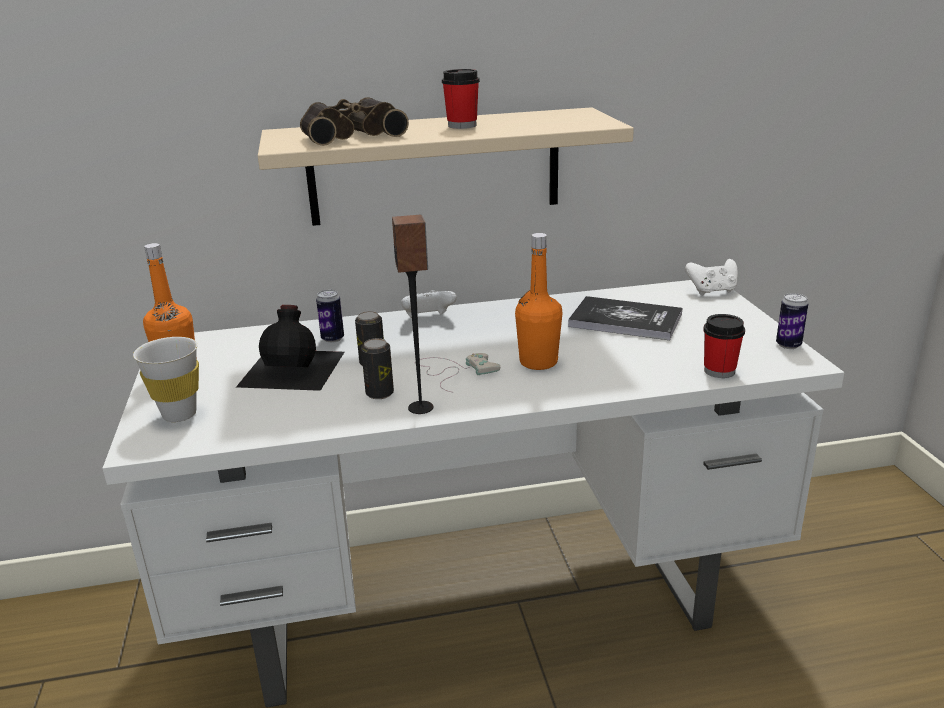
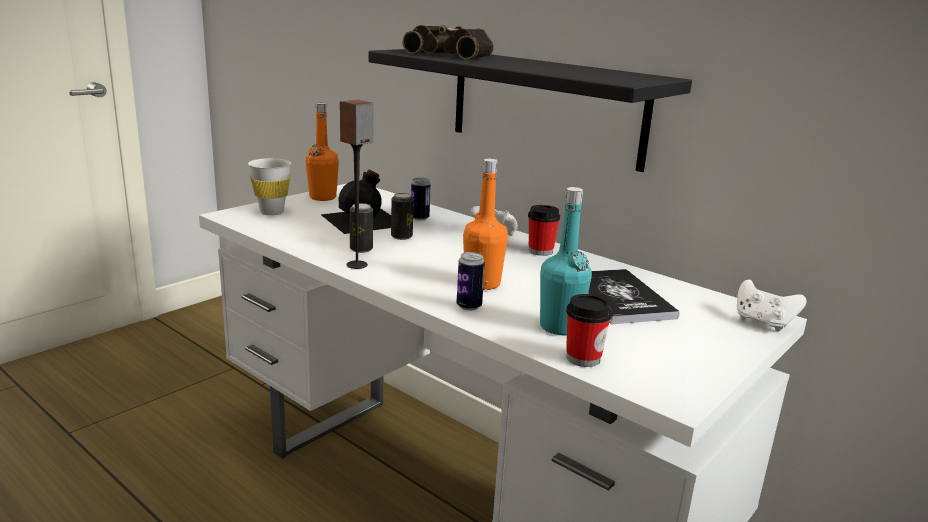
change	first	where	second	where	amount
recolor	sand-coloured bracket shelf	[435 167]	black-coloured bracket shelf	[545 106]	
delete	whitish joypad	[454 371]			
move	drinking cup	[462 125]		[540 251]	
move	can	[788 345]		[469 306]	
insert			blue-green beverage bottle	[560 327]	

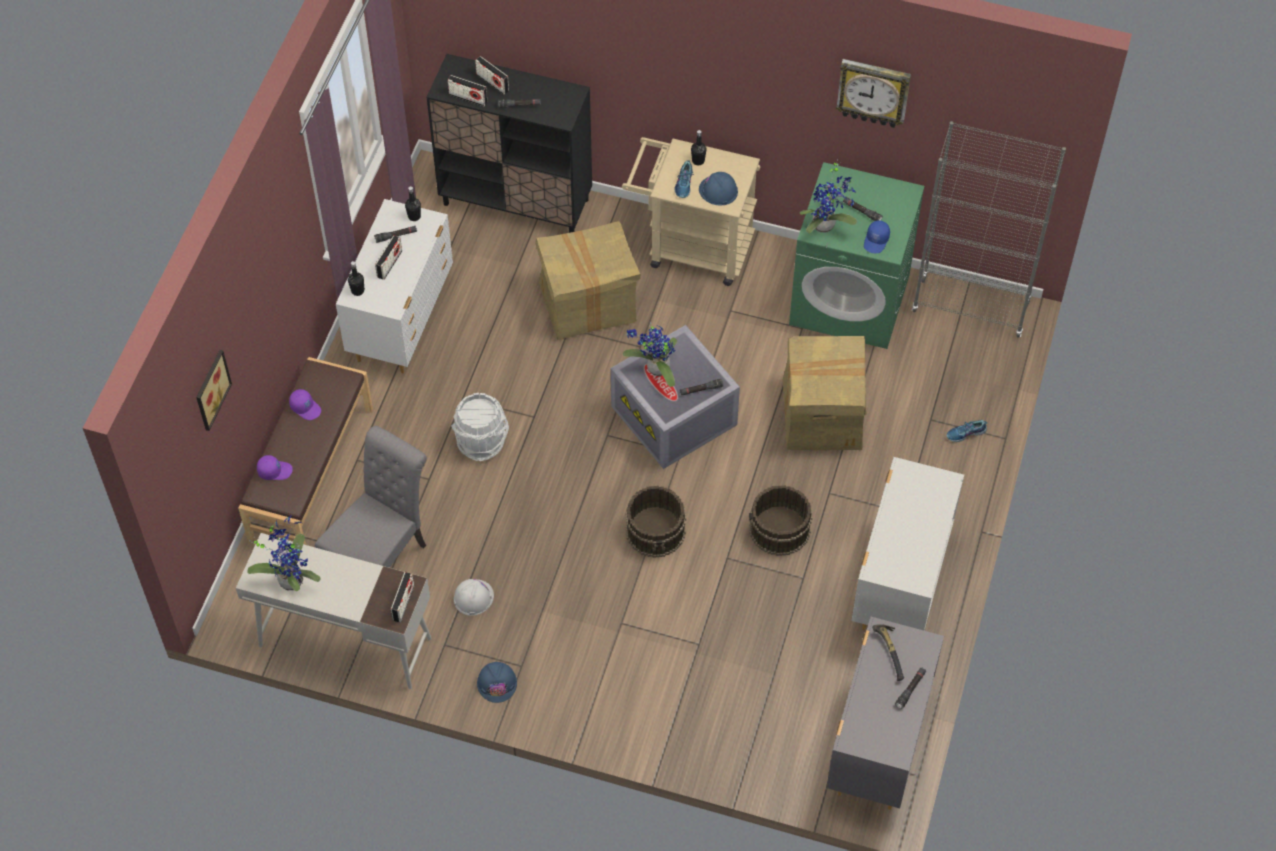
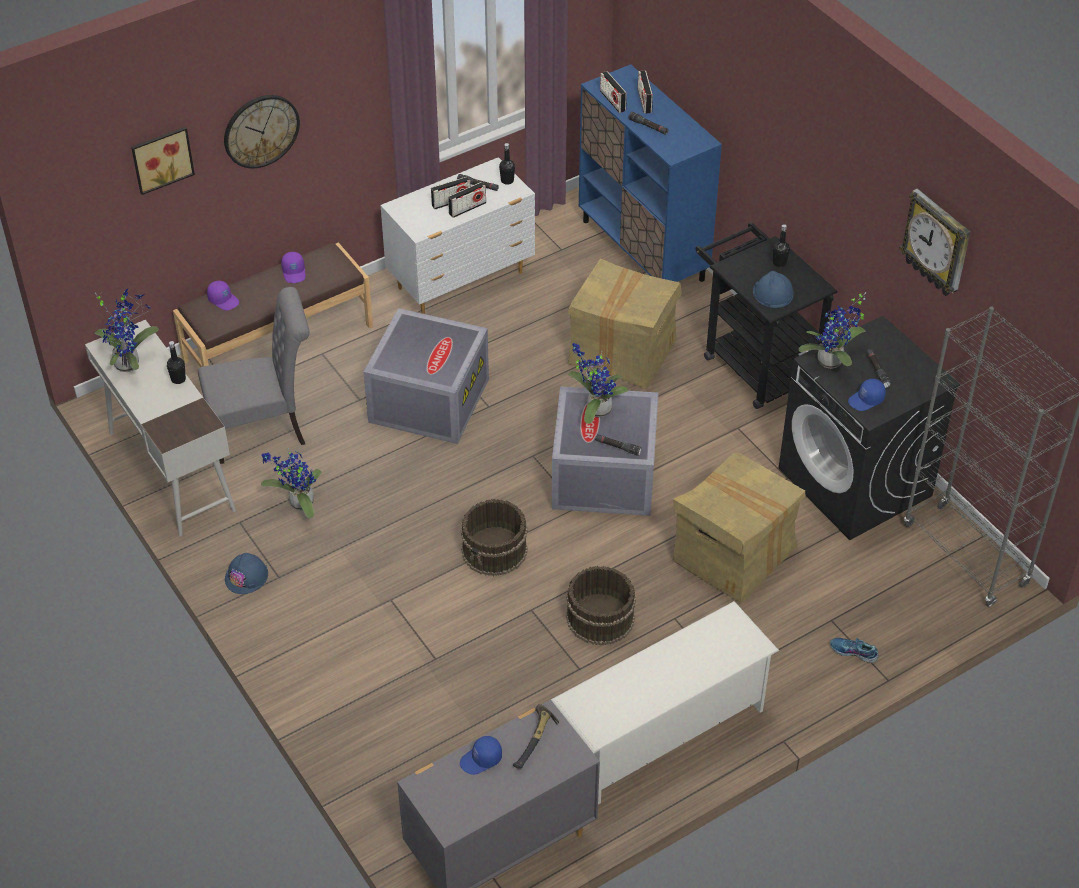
change	first	where	second	where	amount
move	black-coloured beverage bottle	[357 291]		[178 379]	
move	radio set	[403 603]		[467 208]	
recolor	black-coloured cupboard	[516 202]	blue cupboard	[643 250]	
replace	whitish pail	[481 442]	grey storage box	[428 399]	
replace	whitish work helmet	[473 597]	houseplant	[298 503]	
recolor	sand-coloured wheeled cart	[691 247]	black-coloured wheeled cart	[754 362]	
delete	low shoe	[684 184]			
recolor	green laundry appliance	[850 299]	black-coloured laundry appliance	[856 482]	
replace	whitish chest of drawers	[900 584]	whitish shoe shelf	[660 732]	
delete	black-coloured hand torch	[910 689]			
insert			hanging clock	[261 130]	
insert			blue baseball cap	[481 760]	

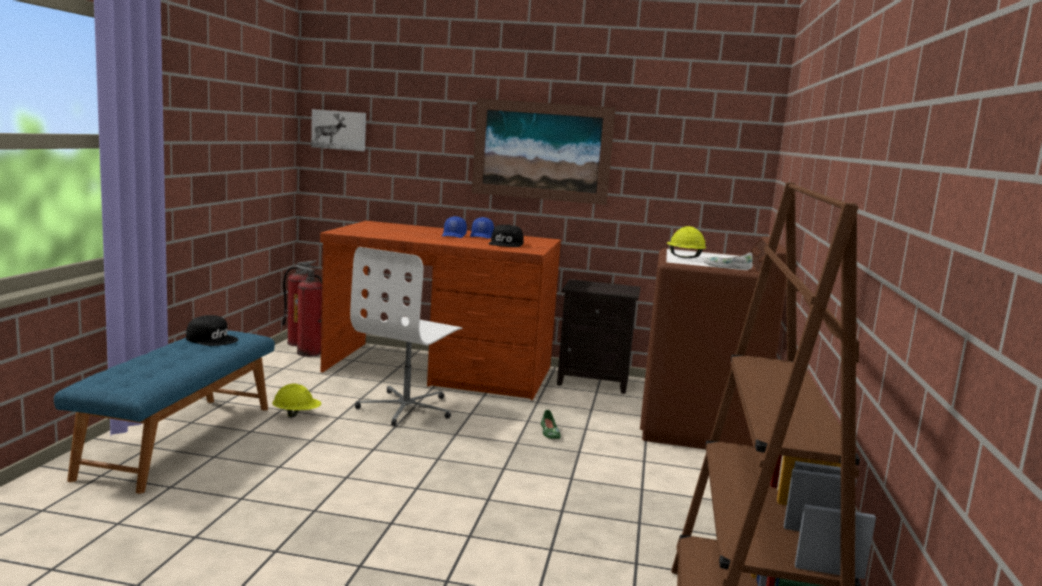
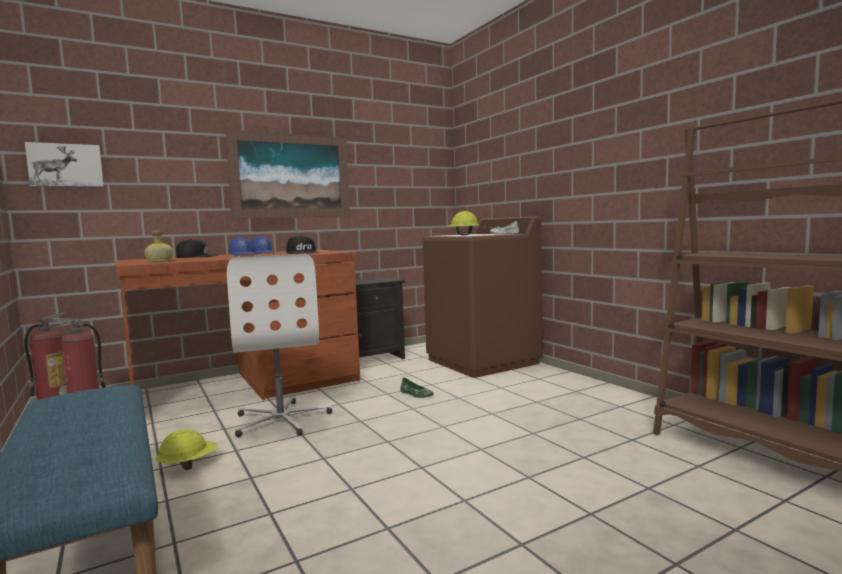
change	first	where	second	where	amount
move	black-coloured baseball cap	[212 339]		[197 256]	
insert			beverage bottle	[159 261]	

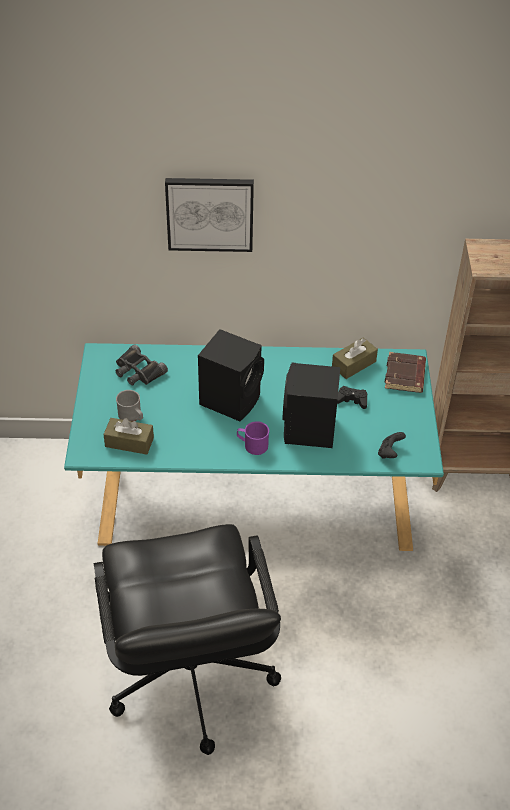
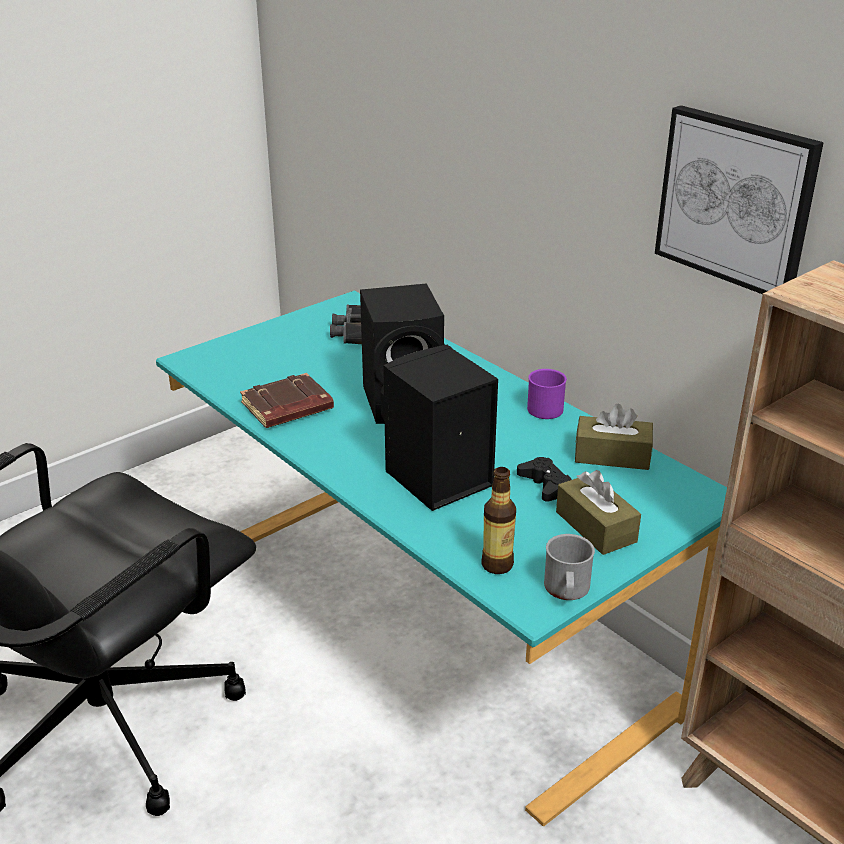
change	first	where	second	where	amount
move	brown tissue box	[129 442]		[595 527]	
move	grey coffee mug	[132 416]		[567 591]	
move	wall art	[210 213]		[736 200]	
move	purple-coloured coffee mug	[252 445]		[542 407]	
replace	black-coloured joypad	[389 453]	beverage bottle	[497 565]	
move	brown bound book	[405 376]		[287 408]	

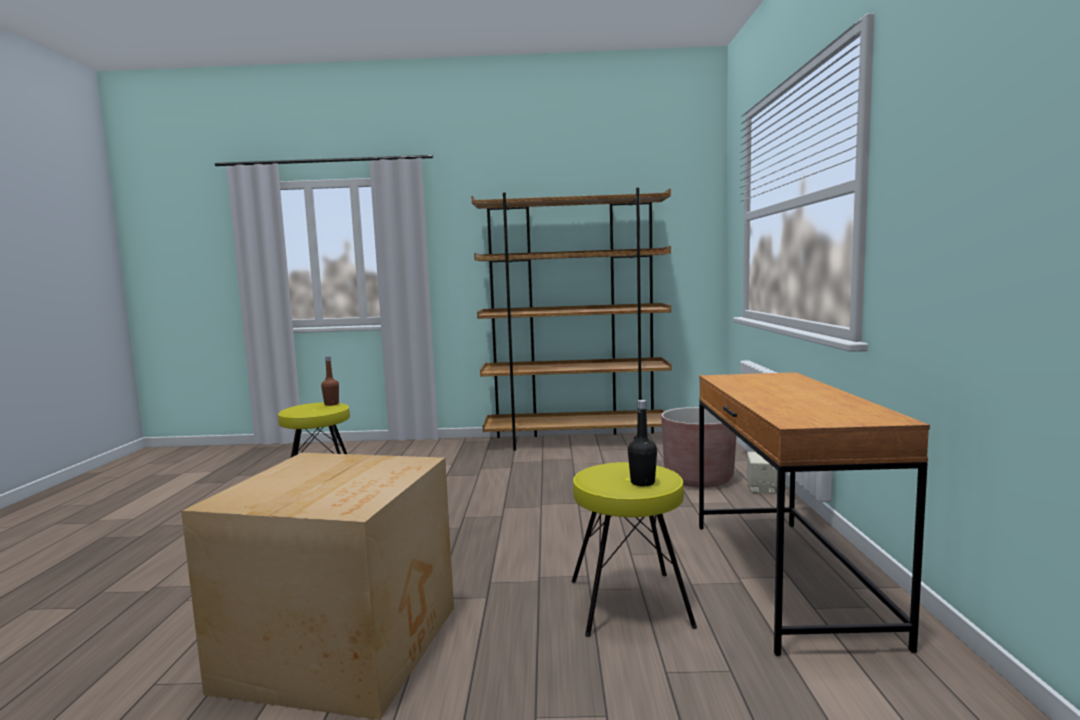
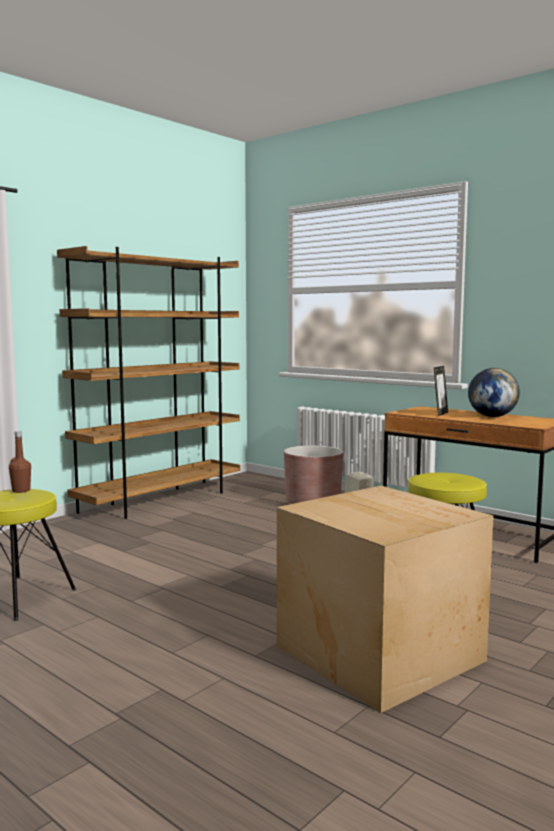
change	first	where	second	where	amount
delete	black-coloured beverage bottle	[642 483]			
insert			picture frame	[440 414]	
insert			world globe	[492 416]	

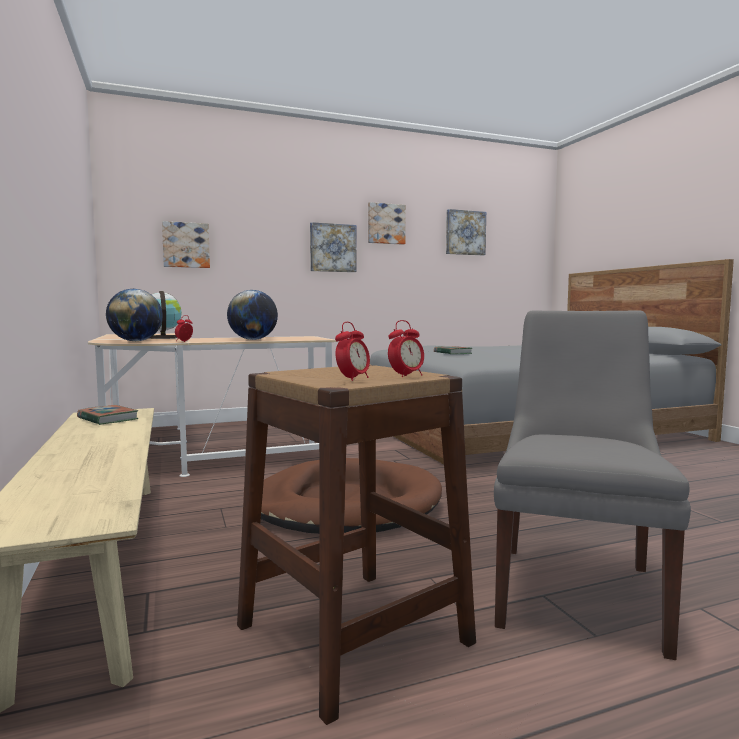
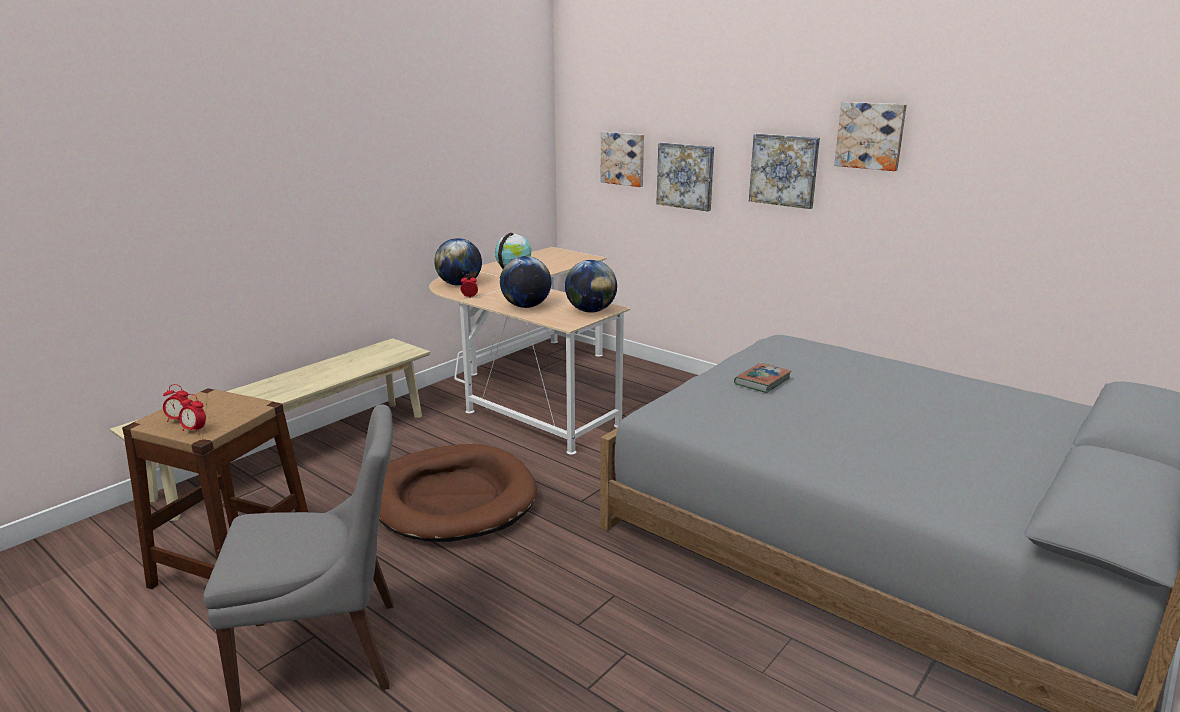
change	first	where	second	where	amount
delete	bound book	[107 419]			
move	wall art	[465 233]		[685 176]	
insert			world globe	[591 311]	

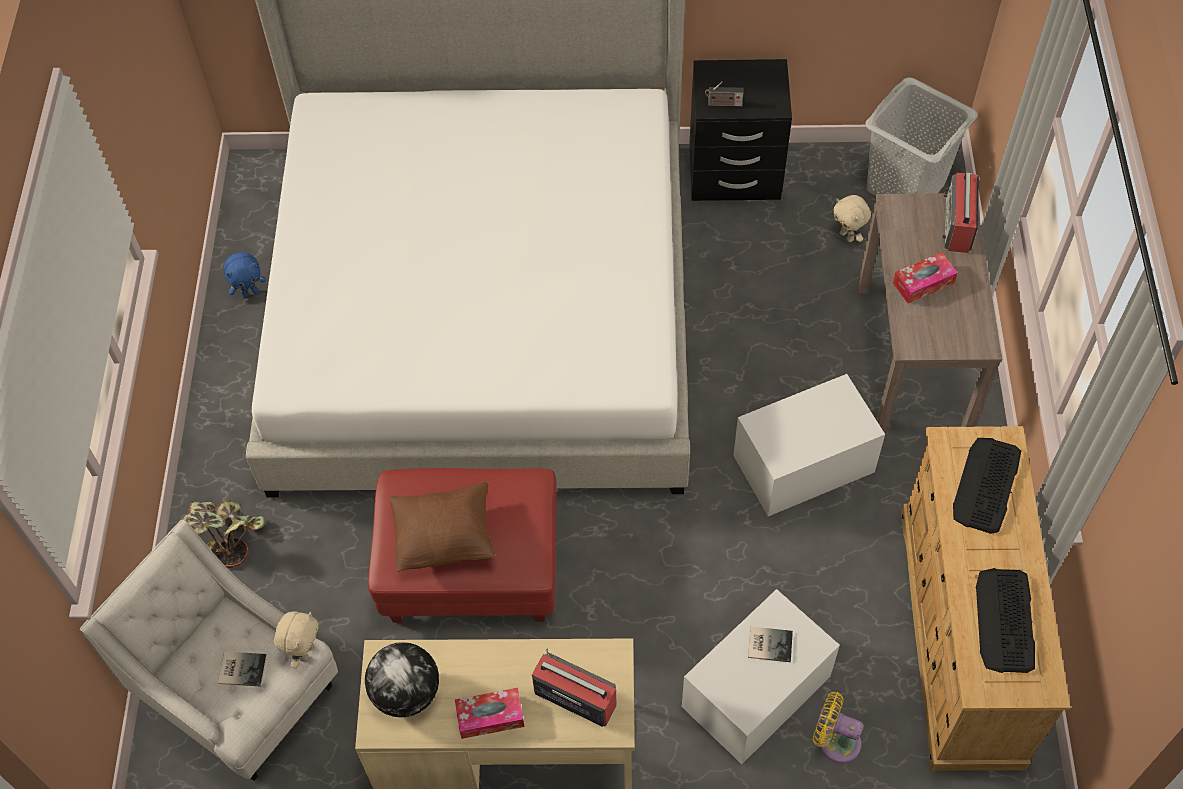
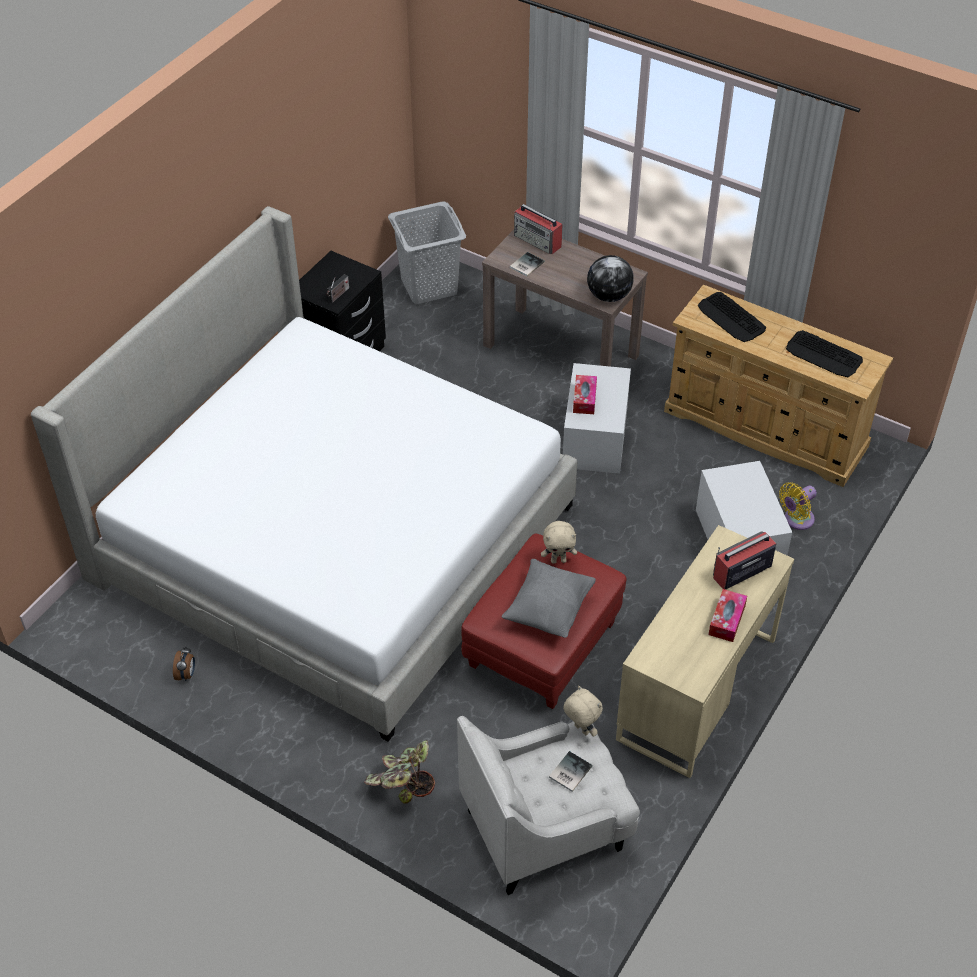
change	first	where	second	where	amount
replace	blue cuddly toy	[250 292]	bedside clock	[186 674]	
move	world globe	[406 693]		[609 296]	
recolor	brown cushion	[445 538]	grey cushion	[549 610]	
move	bound book	[769 643]		[525 265]	
move	sand-coloured cuddly toy	[847 236]		[558 560]	
move	tissue box	[923 283]		[584 399]	

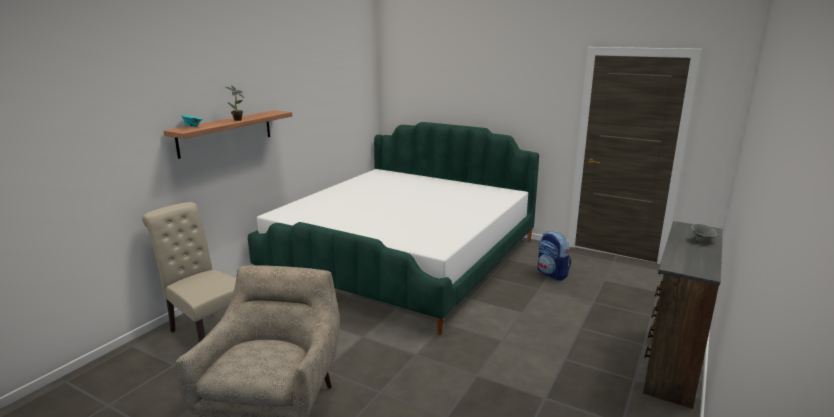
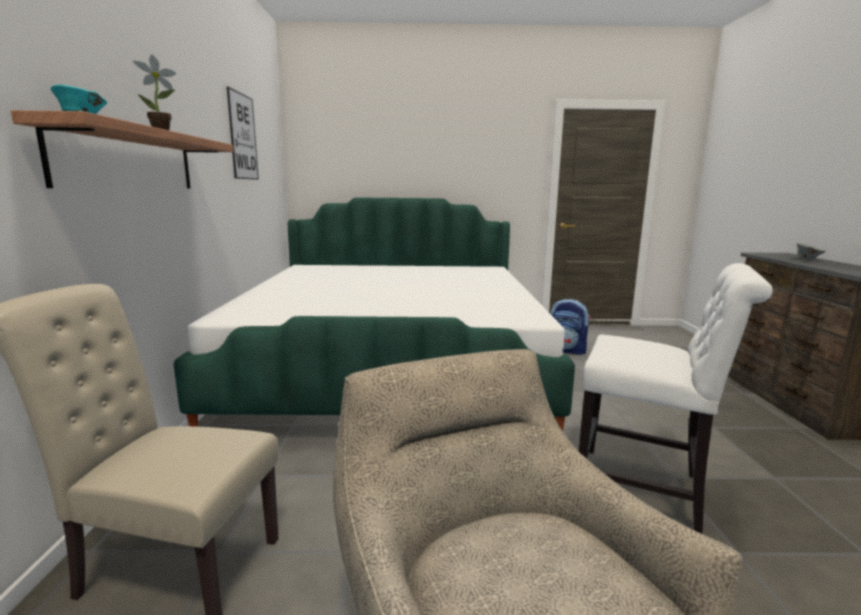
change	first	where	second	where	amount
insert			wall art	[243 137]	
insert			whitish upright chair	[646 489]	

